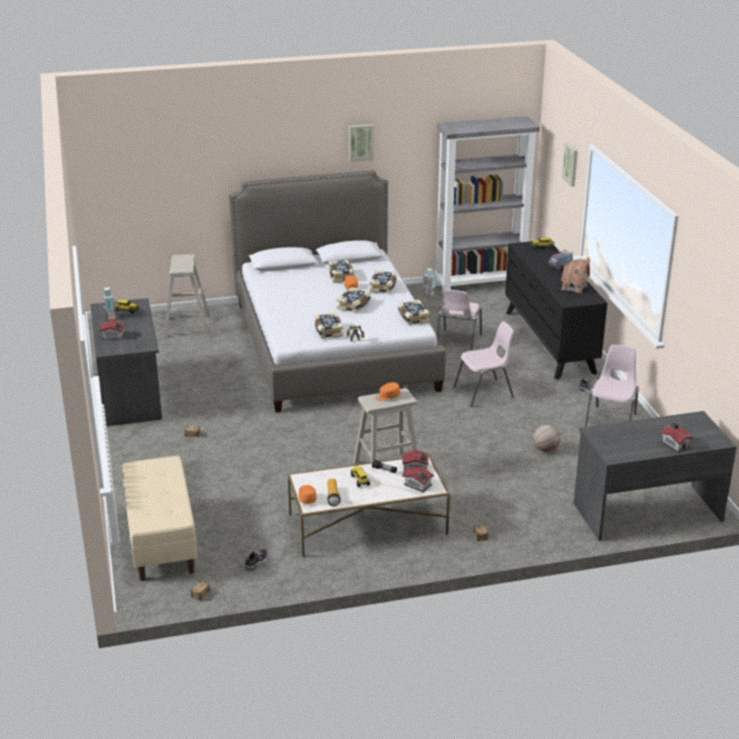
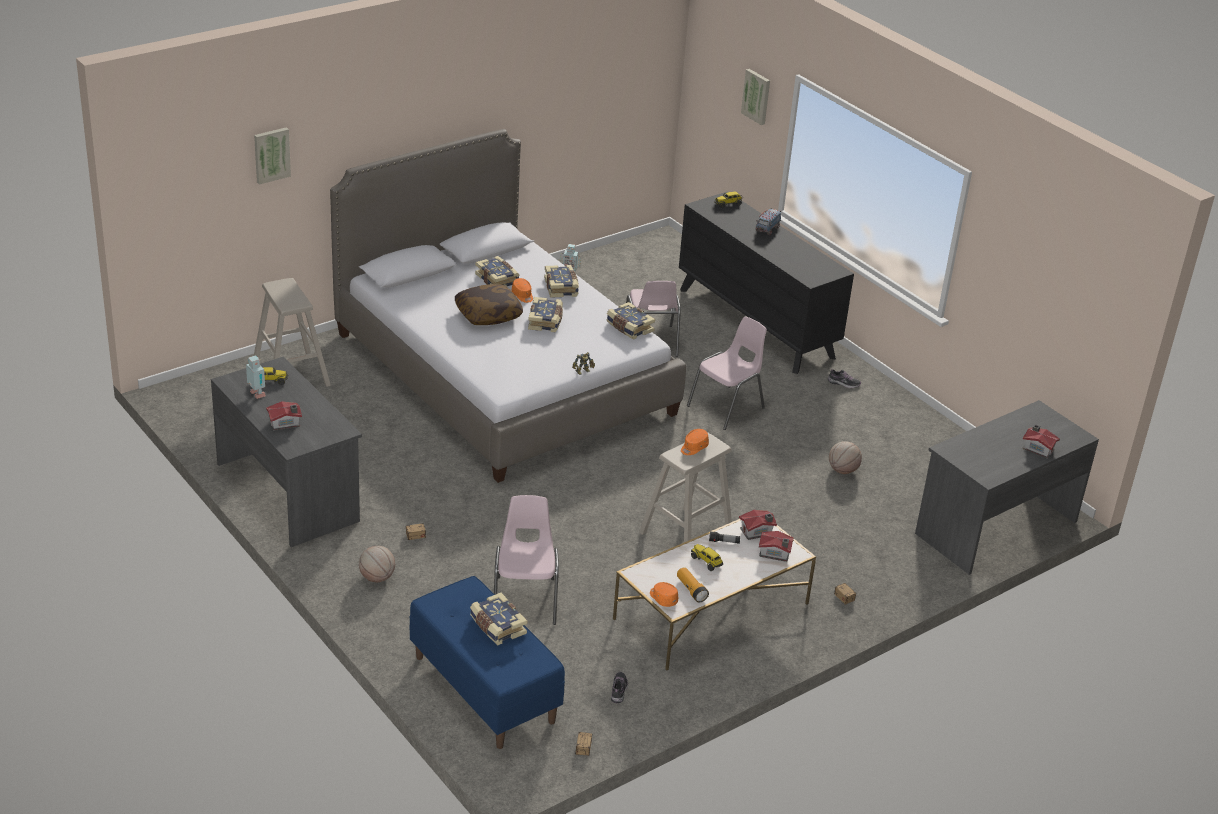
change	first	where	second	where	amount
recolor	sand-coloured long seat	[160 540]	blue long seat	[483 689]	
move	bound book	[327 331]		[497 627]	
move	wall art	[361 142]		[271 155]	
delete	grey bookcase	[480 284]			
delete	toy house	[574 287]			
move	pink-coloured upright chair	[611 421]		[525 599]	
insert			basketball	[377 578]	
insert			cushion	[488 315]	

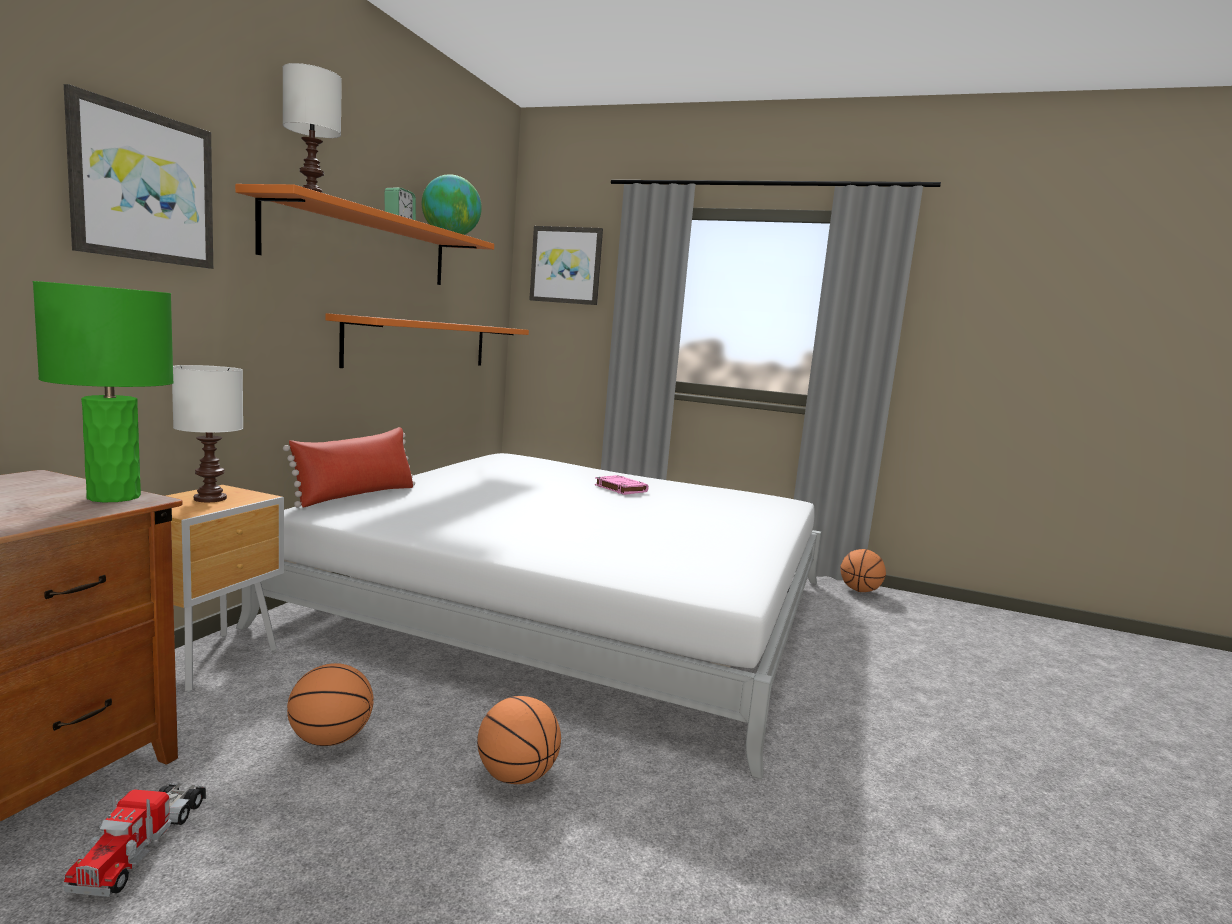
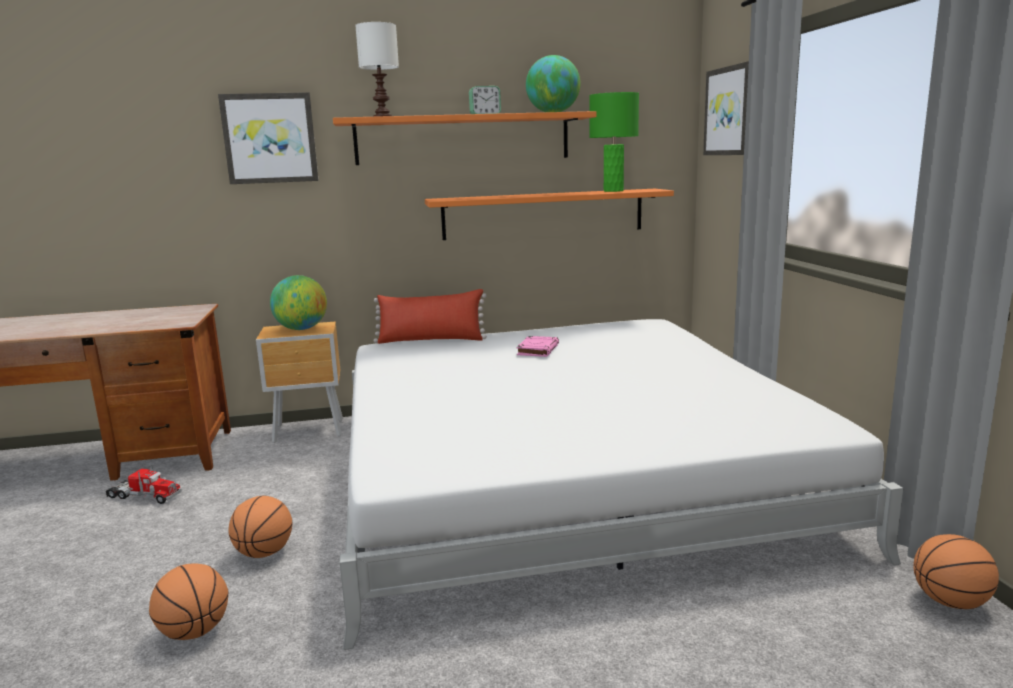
change	first	where	second	where	amount
move	green table lamp	[113 497]		[613 191]	
rotate	model truck	[142 844]		[144 496]	135 degrees counterclockwise
replace	whitish table lamp	[209 498]	world globe	[301 329]	
move	basketball	[330 740]		[195 632]	
move	pink-coloured bound book	[620 488]		[538 350]	

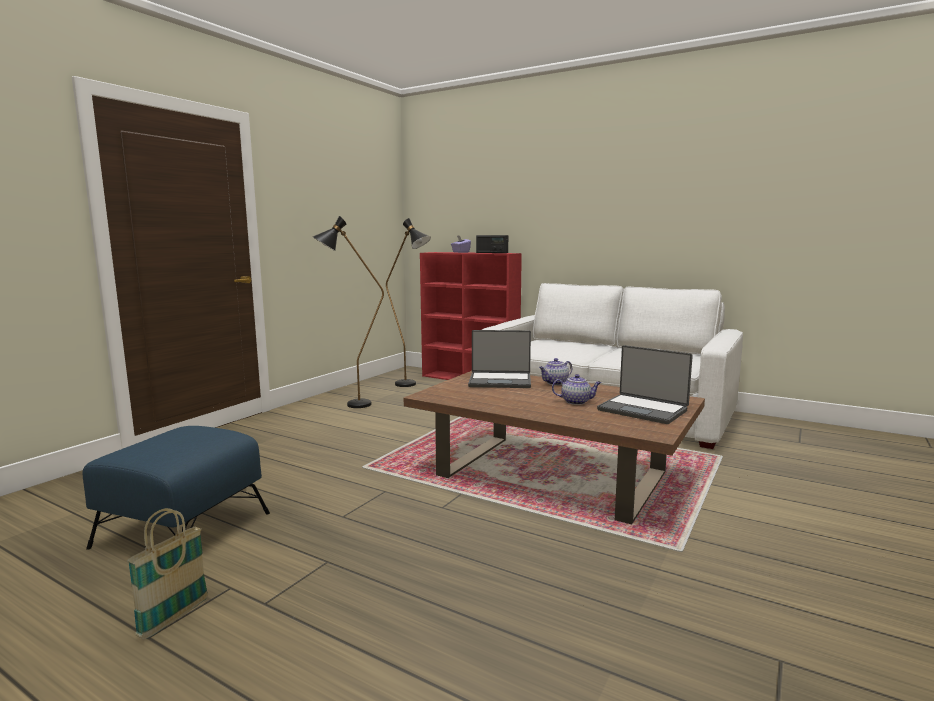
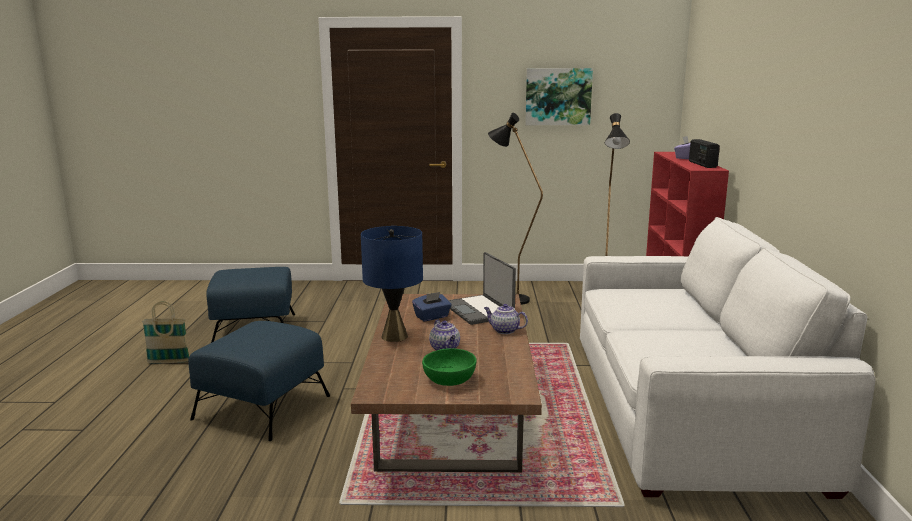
change	first	where	second	where	amount
replace	laptop	[643 410]	green bowl	[449 379]	
insert			blue footrest	[261 407]	
insert			blue table lamp	[394 336]	
insert			blue tissue box	[432 317]	
insert			wall art	[558 96]	

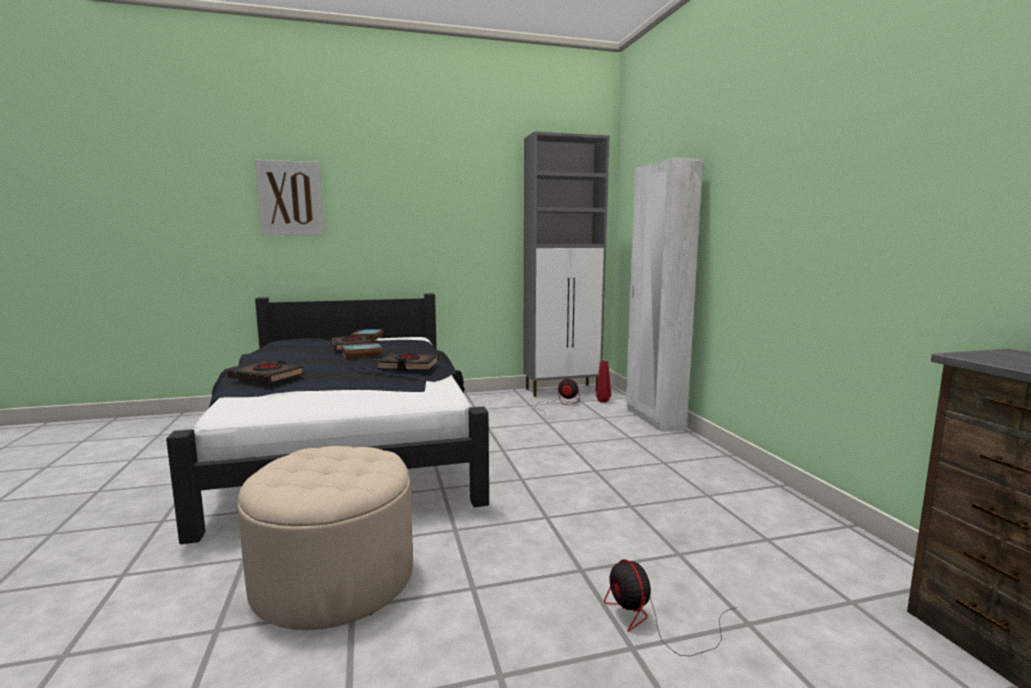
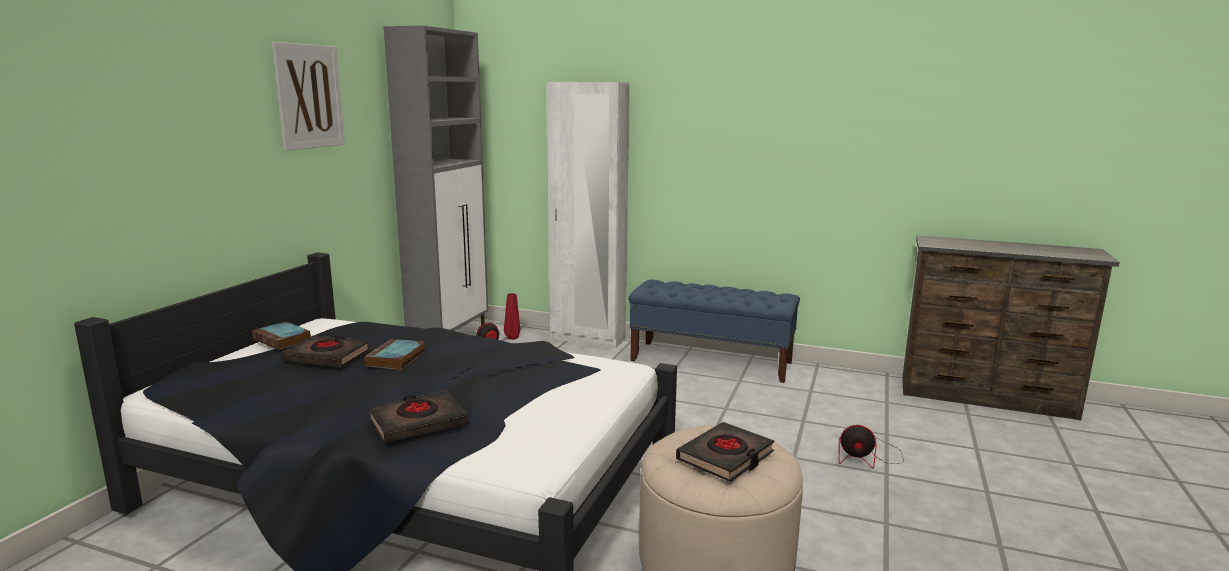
change	first	where	second	where	amount
move	wall art	[290 198]		[309 96]	
move	black-coloured bound book	[408 366]		[726 457]	
insert			blue long seat	[711 361]	

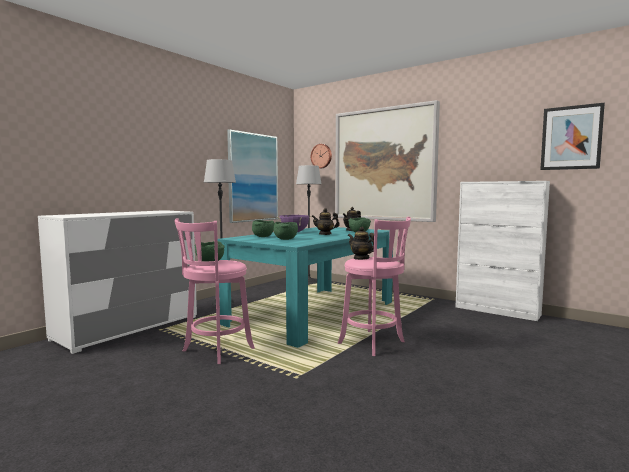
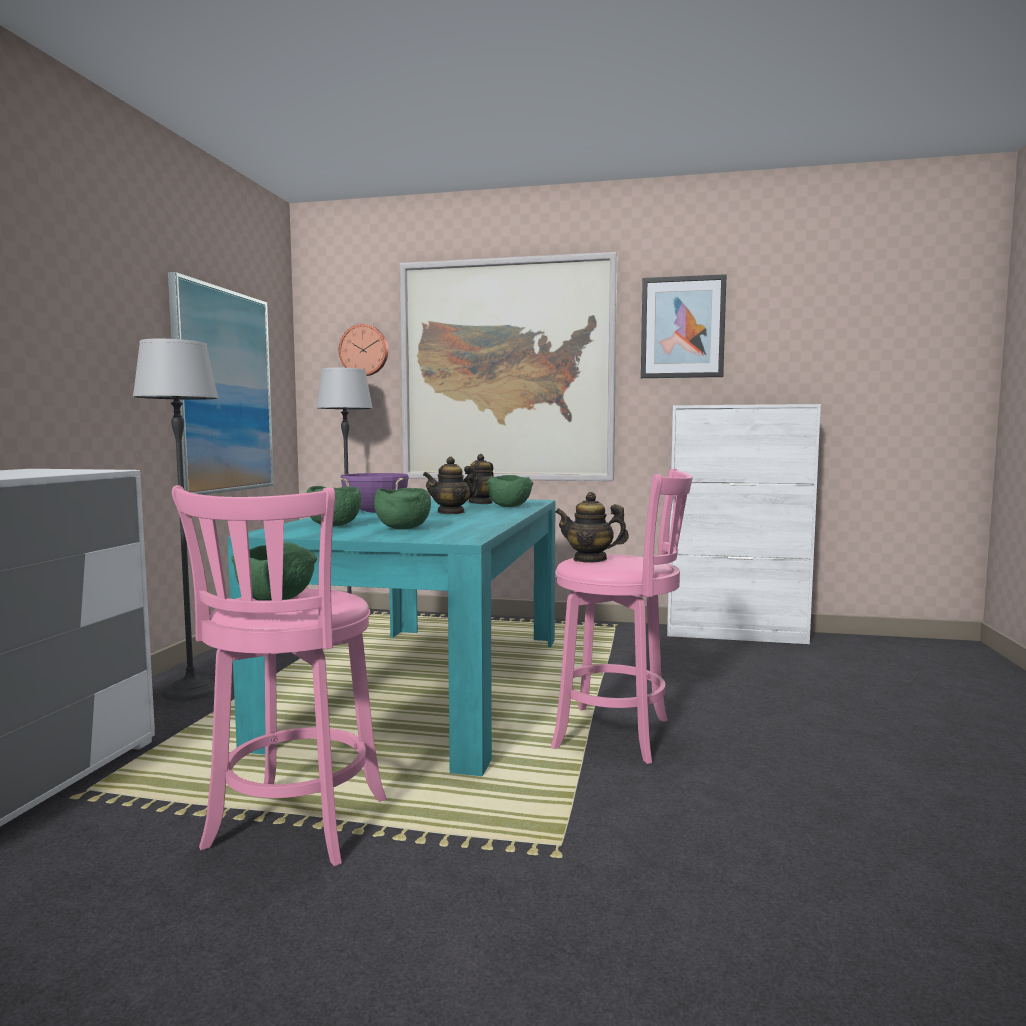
change	first	where	second	where	amount
move	wall art	[571 138]		[682 327]	

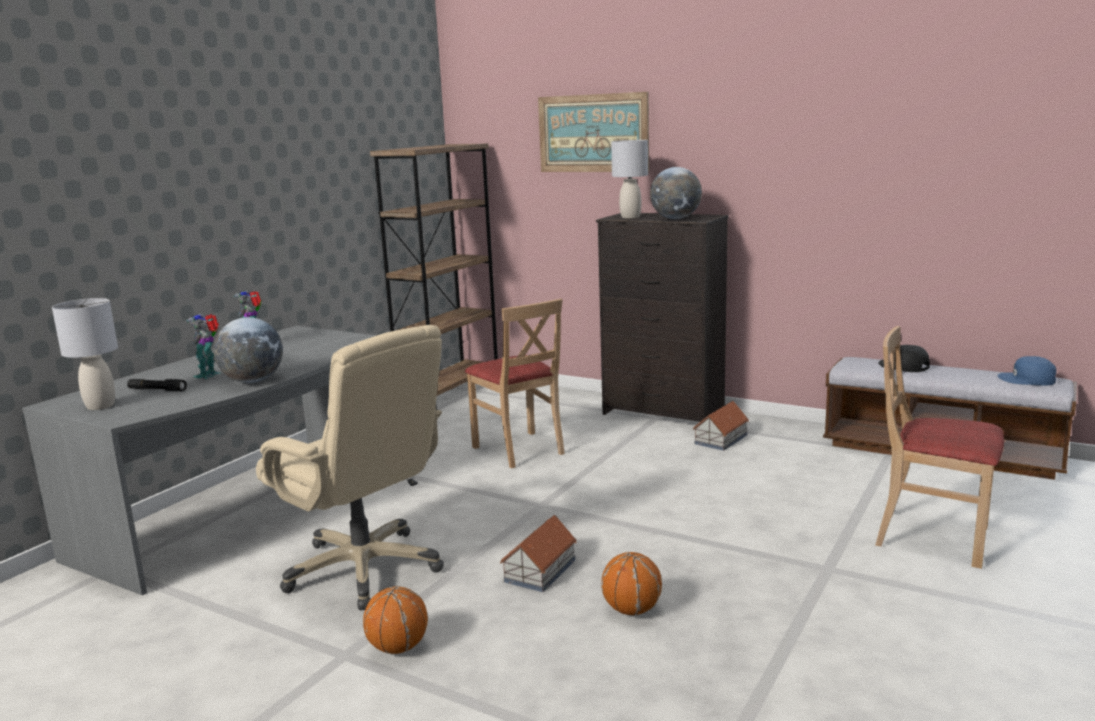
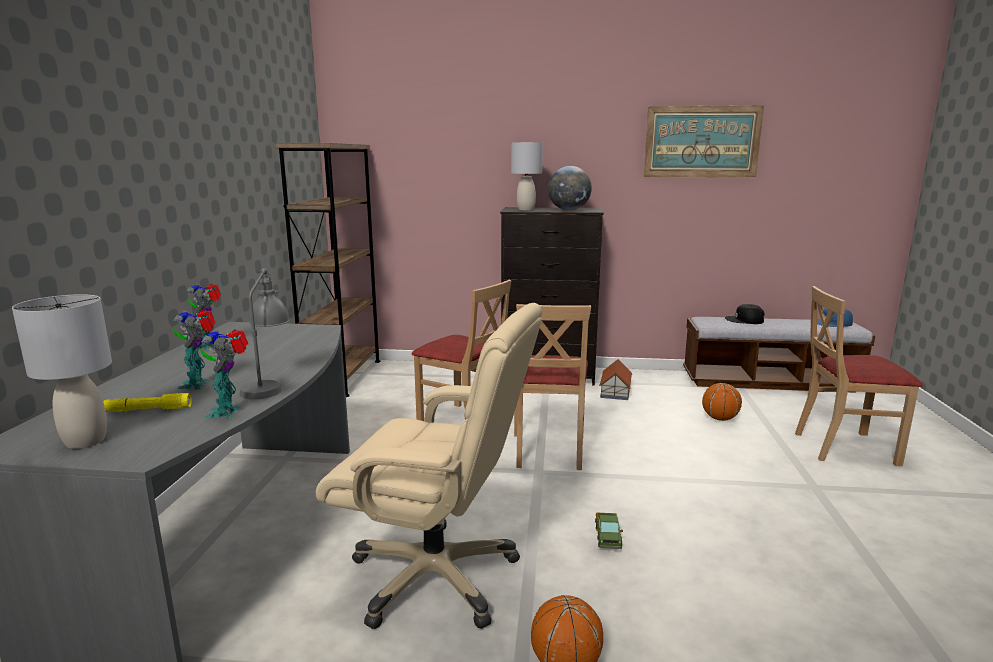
change	first	where	second	where	amount
recolor	black-coloured hand torch	[157 390]	yellow hand torch	[148 410]	
replace	world globe	[253 381]	grey table lamp	[268 385]	
replace	toy house	[541 570]	model truck	[607 537]	
move	wall art	[593 133]		[701 142]	
move	basketball	[631 610]		[719 419]	
insert			robot figure	[228 411]	
insert			sand-coloured upright chair	[548 450]	

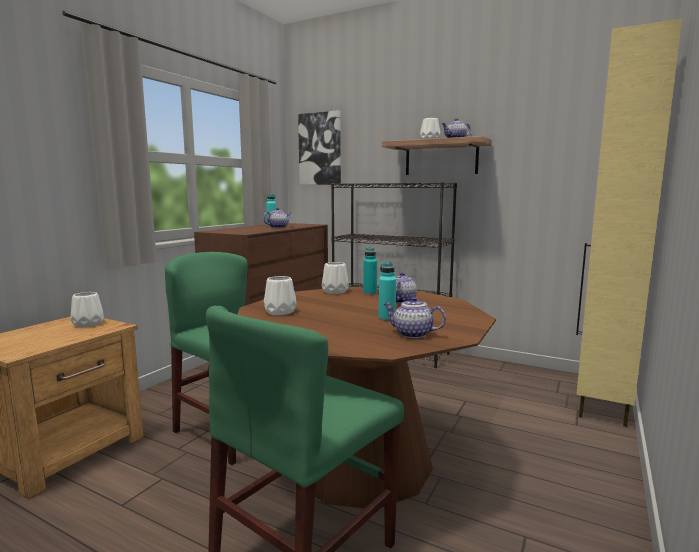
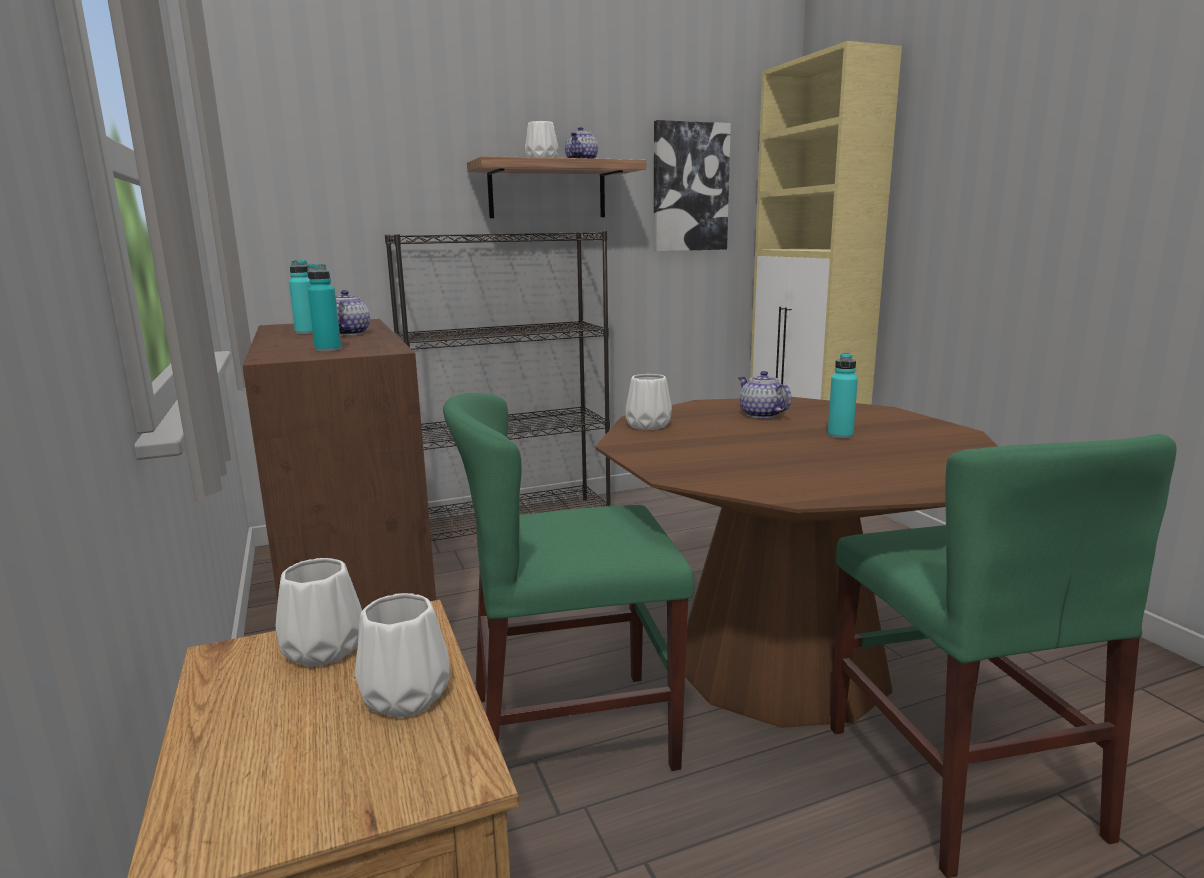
change	first	where	second	where	amount
move	whitish decorative vase	[280 312]		[407 696]	
move	wall art	[320 149]		[689 187]	
move	blue-green beverage bottle	[370 293]		[328 350]	
delete	tea pot	[412 334]			

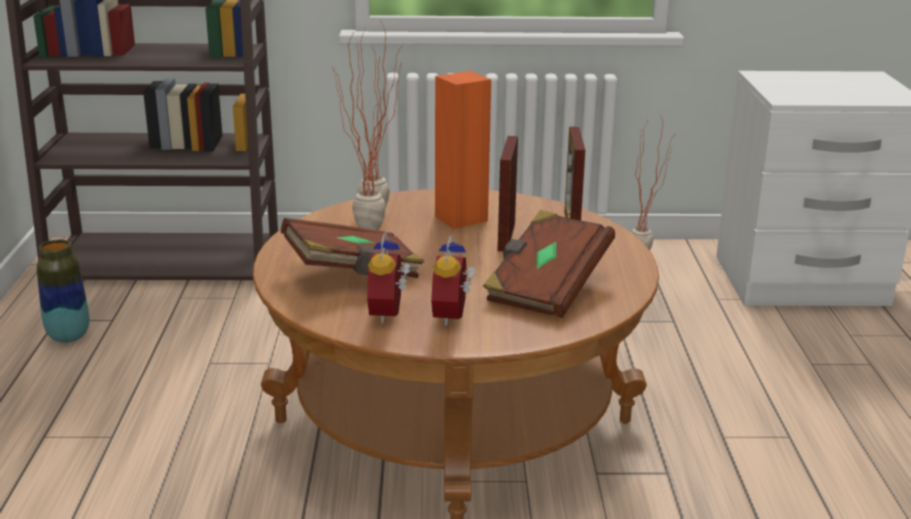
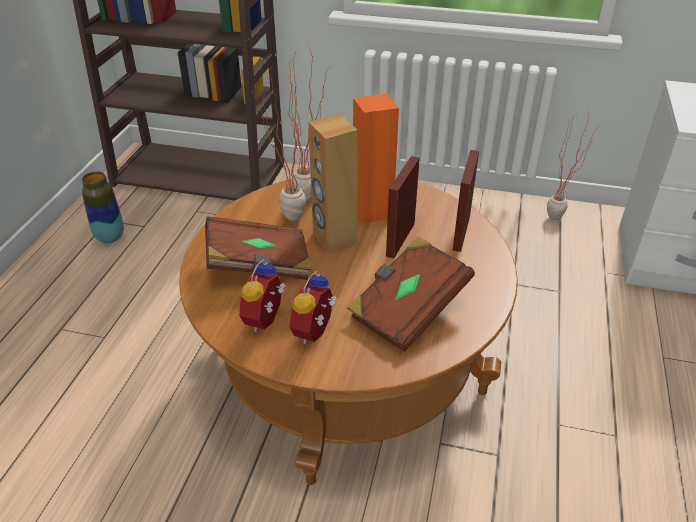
change	first	where	second	where	amount
insert			brown audio speaker	[334 238]	

